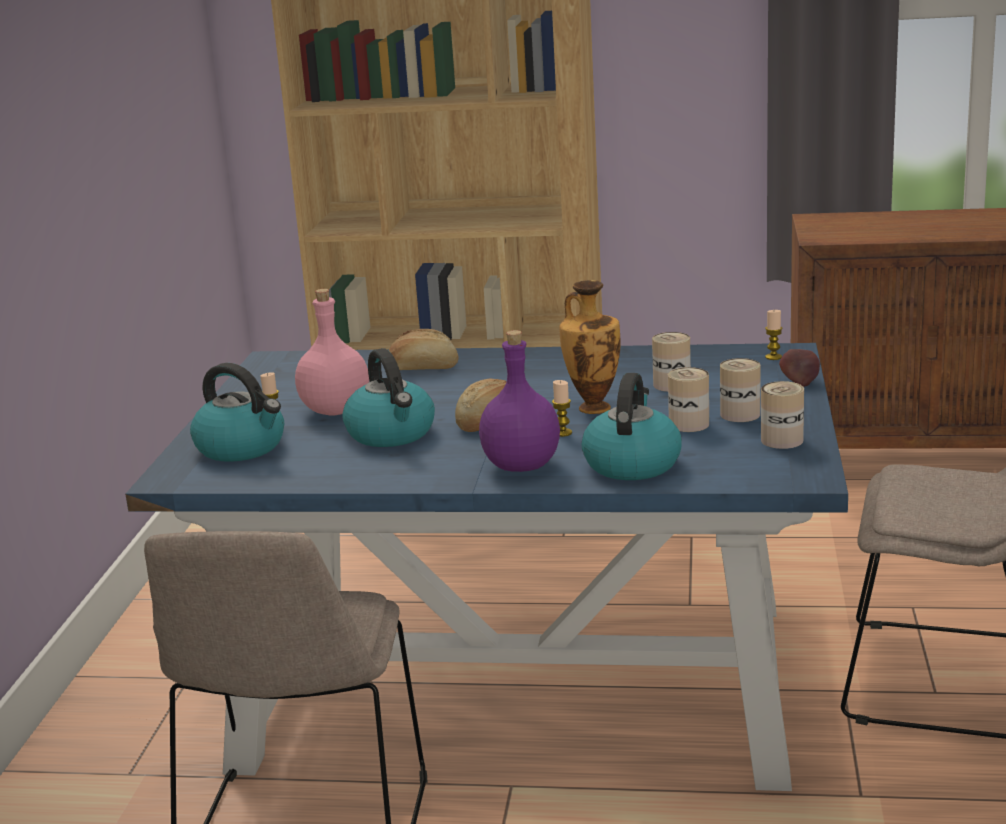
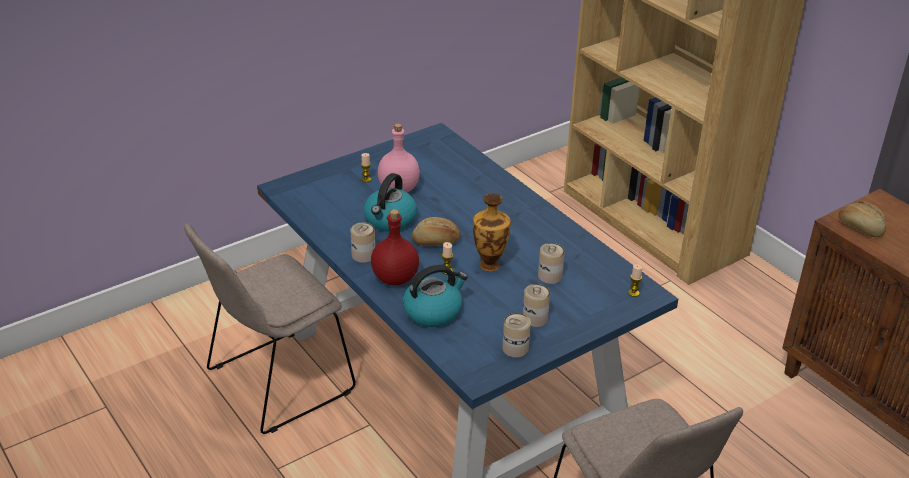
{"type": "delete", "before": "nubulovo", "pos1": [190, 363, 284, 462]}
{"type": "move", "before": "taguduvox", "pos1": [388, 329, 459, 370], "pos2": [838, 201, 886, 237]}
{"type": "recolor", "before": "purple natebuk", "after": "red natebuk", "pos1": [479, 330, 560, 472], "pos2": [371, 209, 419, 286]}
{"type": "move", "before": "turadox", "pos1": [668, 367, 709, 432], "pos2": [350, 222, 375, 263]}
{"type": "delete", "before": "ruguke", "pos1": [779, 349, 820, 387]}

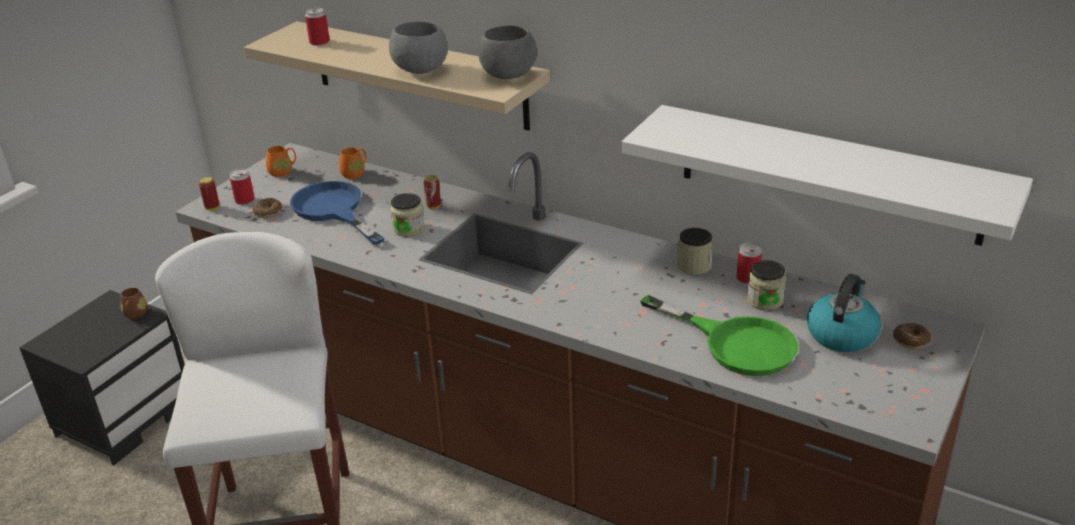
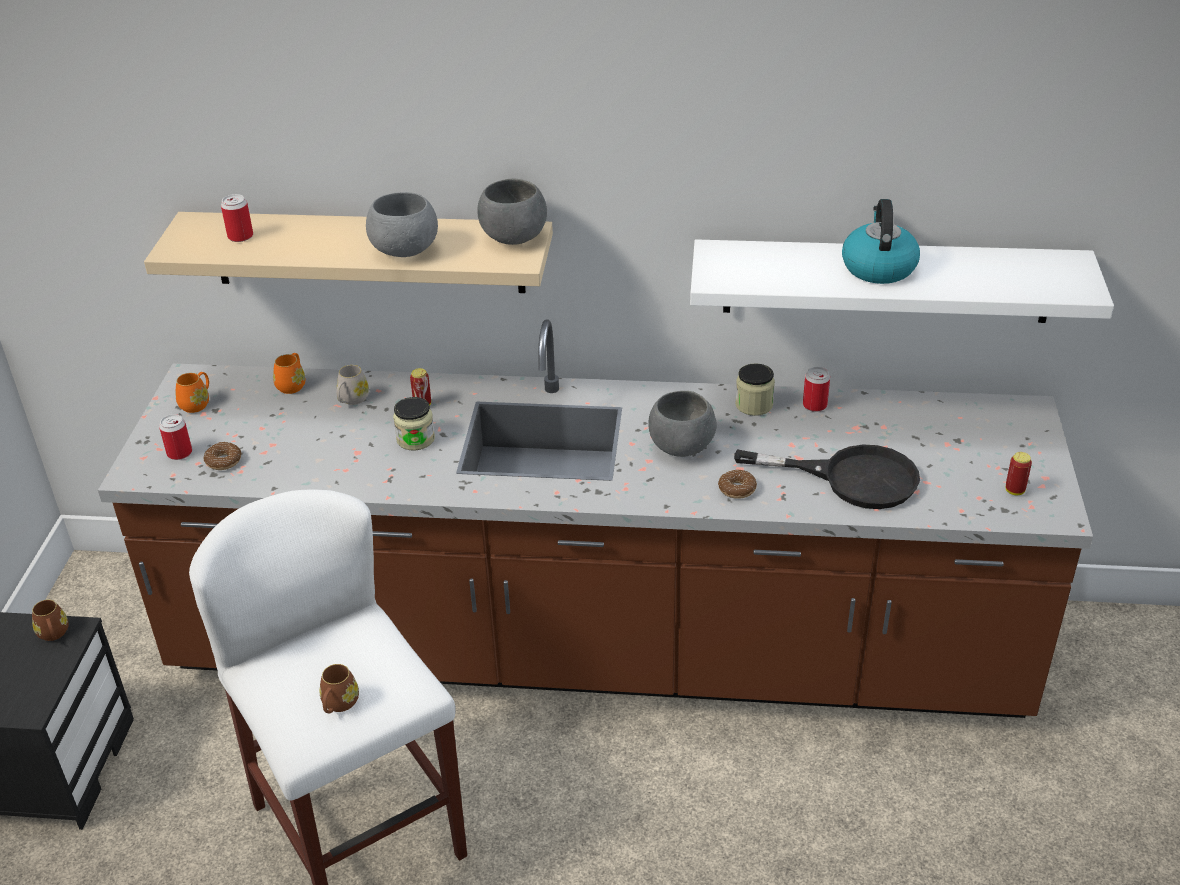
{"type": "move", "before": "turadox", "pos1": [199, 177, 220, 211], "pos2": [1006, 452, 1032, 495]}
{"type": "delete", "before": "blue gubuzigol", "pos1": [290, 181, 384, 245]}
{"type": "recolor", "before": "green gubuzigol", "after": "black gubuzigol", "pos1": [640, 295, 798, 376], "pos2": [734, 445, 920, 509]}
{"type": "delete", "before": "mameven", "pos1": [747, 260, 786, 310]}
{"type": "move", "before": "nubulovo", "pos1": [807, 274, 881, 352], "pos2": [842, 199, 920, 284]}
{"type": "move", "before": "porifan", "pos1": [893, 323, 931, 349], "pos2": [718, 470, 757, 499]}
{"type": "insert", "after": "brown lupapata", "pos2": [320, 664, 359, 713]}
{"type": "insert", "after": "white lupapata", "pos2": [337, 365, 369, 405]}
{"type": "insert", "after": "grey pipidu", "pos2": [648, 391, 717, 457]}

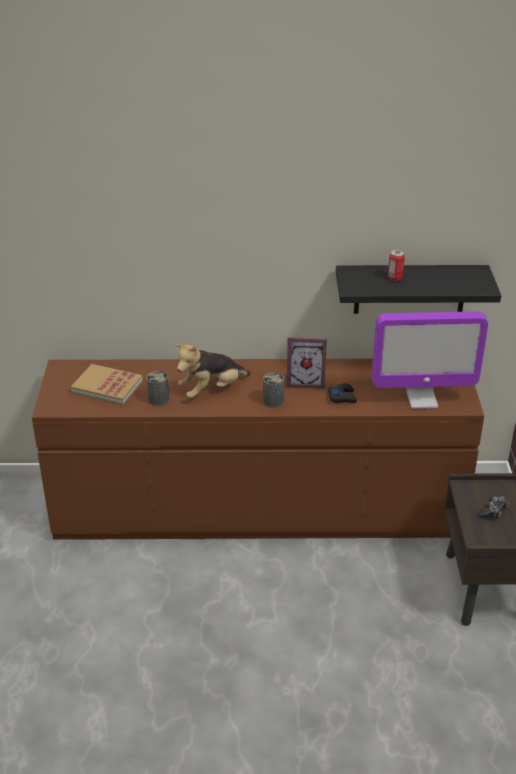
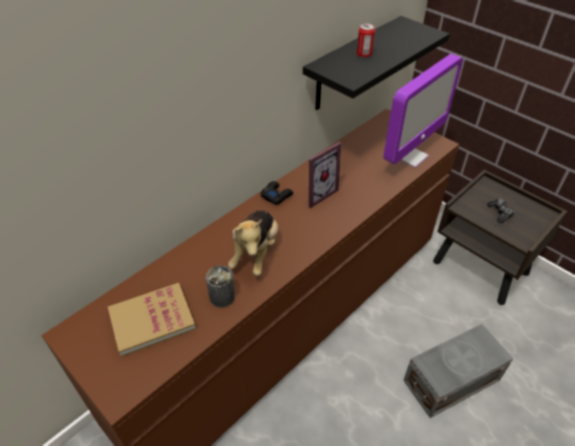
{"type": "delete", "before": "turadox", "pos1": [263, 372, 284, 408]}
{"type": "move", "before": "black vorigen", "pos1": [328, 383, 357, 403], "pos2": [261, 181, 293, 205]}
{"type": "insert", "after": "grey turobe", "pos2": [404, 324, 513, 418]}

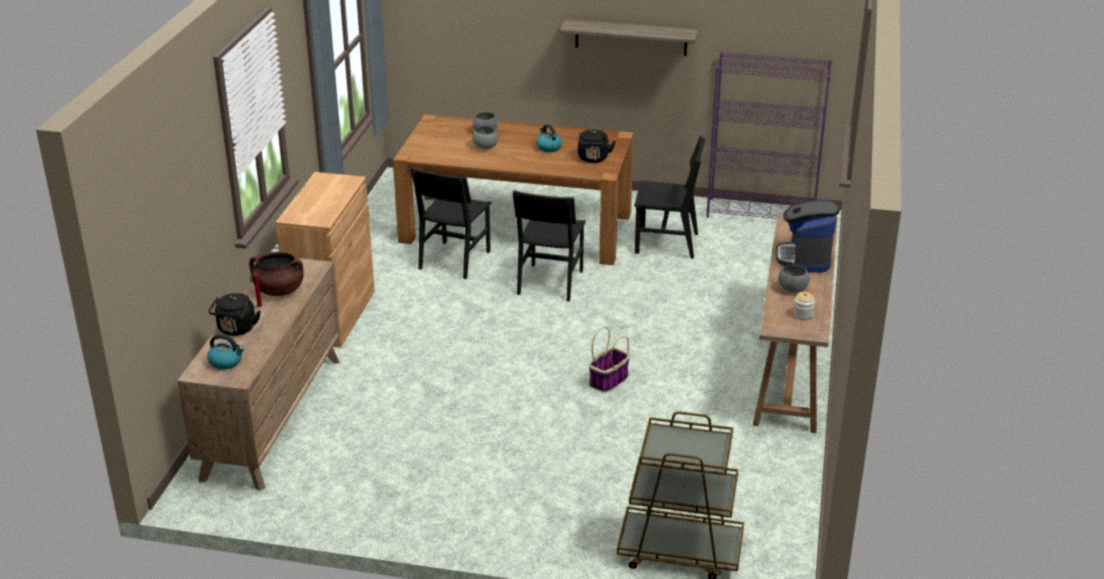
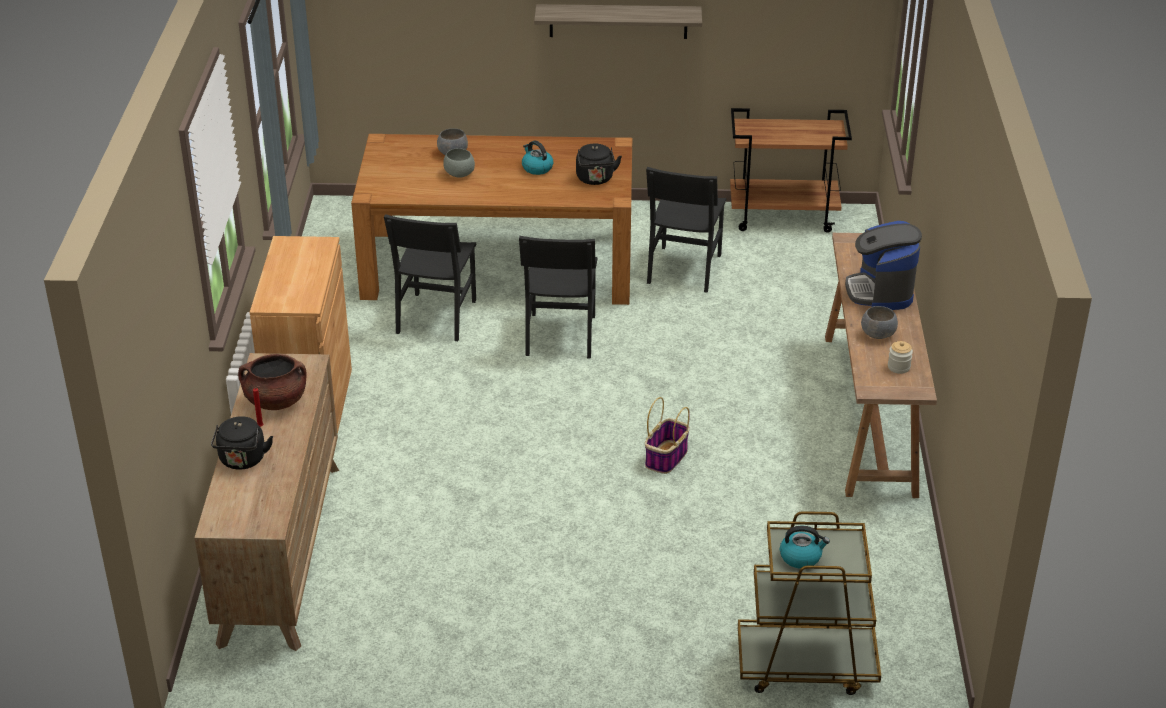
{"type": "move", "before": "nubulovo", "pos1": [207, 334, 244, 370], "pos2": [780, 526, 830, 569]}
{"type": "rotate", "before": "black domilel", "pos1": [634, 135, 705, 259], "pos2": [646, 167, 726, 292], "turn": 105}
{"type": "replace", "before": "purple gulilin", "after": "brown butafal", "pos1": [706, 52, 832, 219], "pos2": [730, 108, 852, 233]}

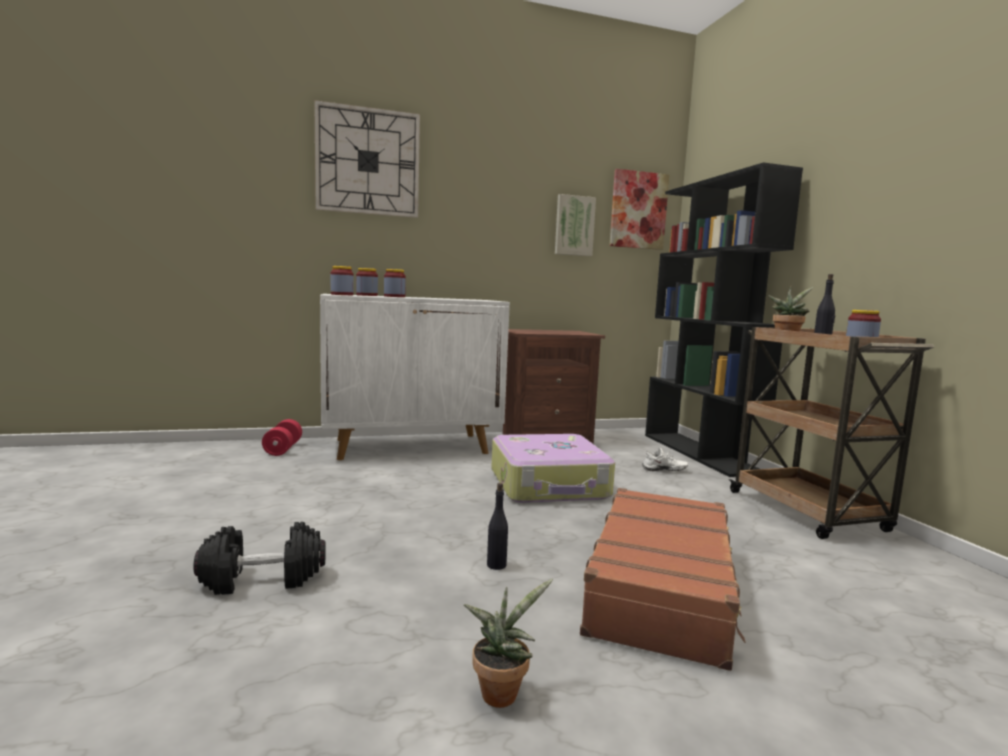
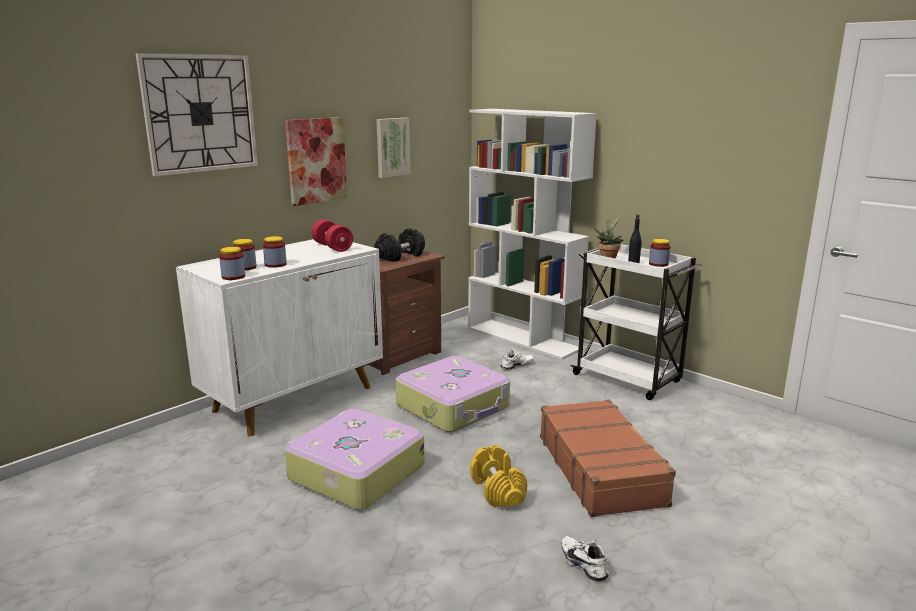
{"type": "move", "before": "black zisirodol", "pos1": [193, 522, 326, 595], "pos2": [374, 228, 425, 262]}
{"type": "move", "before": "red zisirodol", "pos1": [262, 419, 302, 456], "pos2": [311, 219, 353, 252]}
{"type": "replace", "before": "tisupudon", "after": "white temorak", "pos1": [464, 579, 553, 708], "pos2": [561, 536, 609, 581]}
{"type": "replace", "before": "black natebuk", "after": "yellow zisirodol", "pos1": [487, 483, 508, 570], "pos2": [470, 445, 527, 508]}
{"type": "move", "before": "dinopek", "pos1": [610, 169, 669, 250], "pos2": [285, 117, 347, 206]}
{"type": "recolor", "before": "black gulilin", "after": "white gulilin", "pos1": [645, 162, 803, 477], "pos2": [468, 109, 597, 360]}
{"type": "recolor", "before": "brown butafal", "after": "white butafal", "pos1": [729, 327, 934, 539], "pos2": [571, 244, 702, 400]}
{"type": "insert", "after": "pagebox", "pos2": [285, 409, 425, 510]}

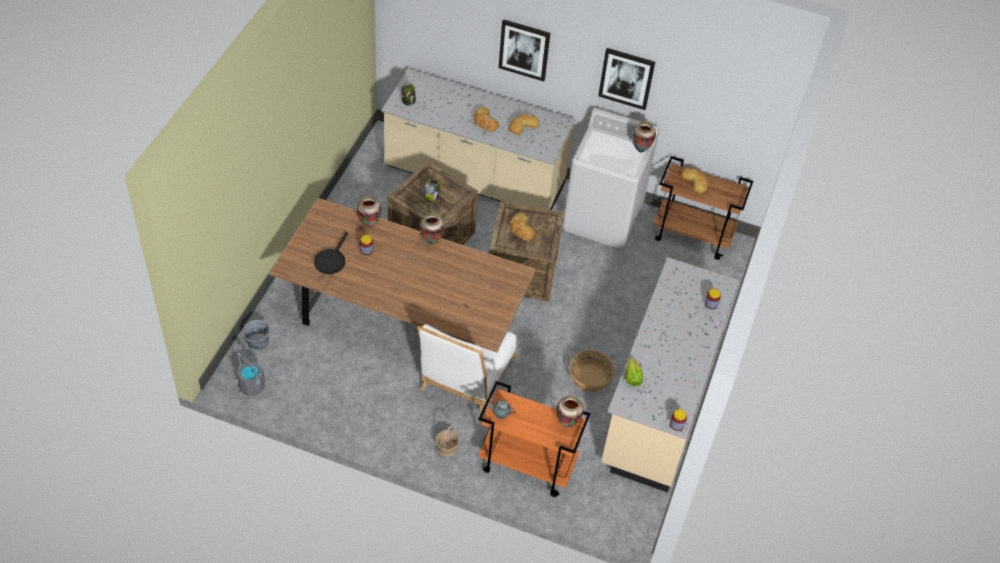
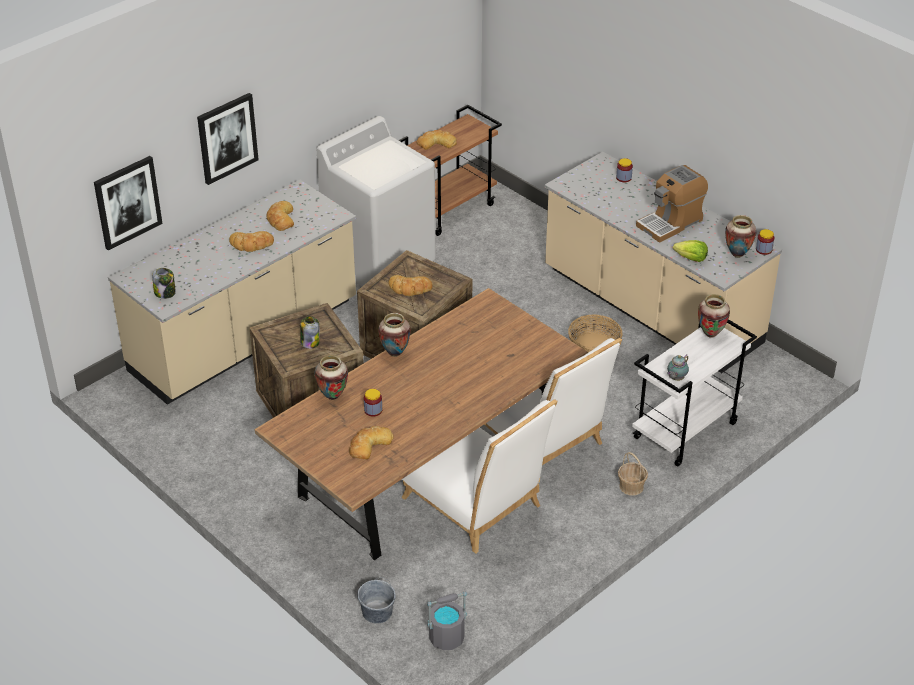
{"type": "replace", "before": "black gubuzigol", "after": "taguduvox", "pos1": [314, 232, 348, 274], "pos2": [349, 426, 394, 460]}
{"type": "recolor", "before": "orange butafal", "after": "white butafal", "pos1": [478, 381, 590, 497], "pos2": [632, 319, 757, 467]}
{"type": "move", "before": "dinopek", "pos1": [598, 48, 655, 110], "pos2": [94, 156, 163, 251]}
{"type": "move", "before": "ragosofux", "pos1": [632, 121, 656, 152], "pos2": [725, 215, 756, 258]}
{"type": "insert", "after": "white domilel", "pos2": [402, 399, 558, 554]}
{"type": "insert", "after": "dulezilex", "pos2": [636, 165, 708, 243]}

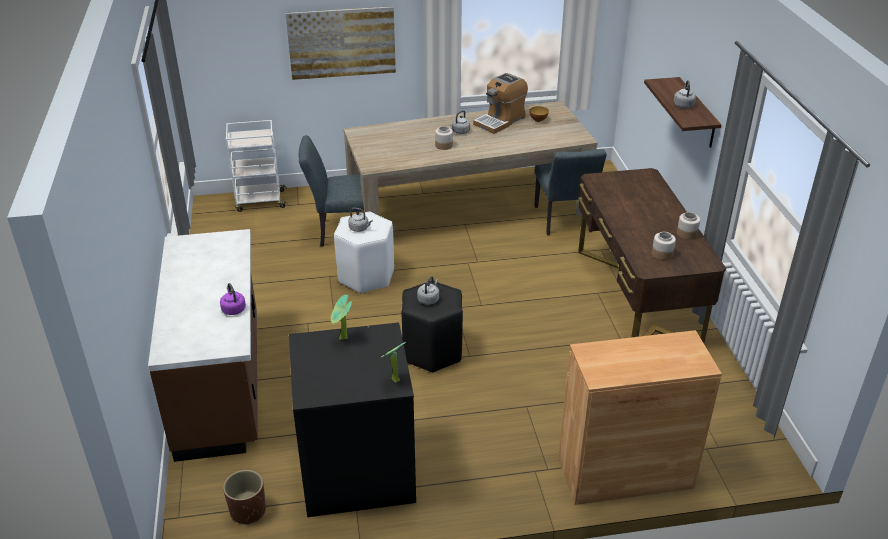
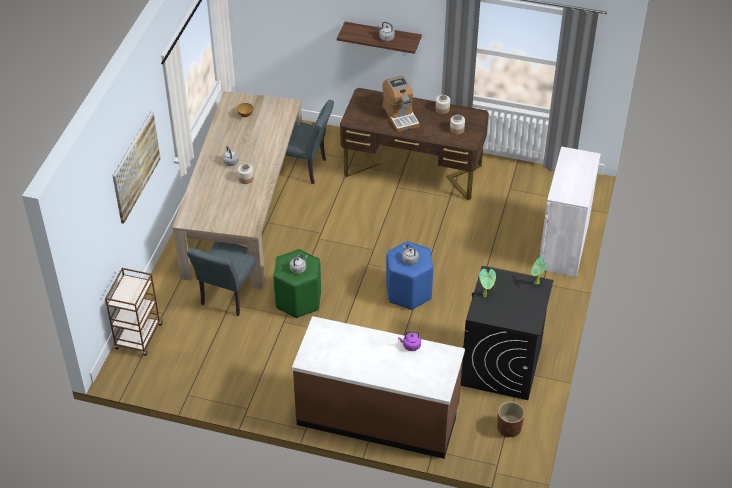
{"type": "recolor", "before": "white butafal", "after": "brown butafal", "pos1": [226, 120, 288, 212], "pos2": [105, 268, 163, 356]}
{"type": "recolor", "before": "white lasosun", "after": "green lasosun", "pos1": [334, 212, 394, 293], "pos2": [273, 249, 321, 318]}
{"type": "recolor", "before": "black lasosun", "after": "blue lasosun", "pos1": [402, 281, 463, 372], "pos2": [386, 241, 434, 310]}
{"type": "move", "before": "dulezilex", "pos1": [473, 73, 528, 134], "pos2": [382, 76, 420, 132]}
{"type": "recolor", "before": "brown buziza", "after": "white buziza", "pos1": [558, 330, 722, 505], "pos2": [539, 146, 601, 277]}

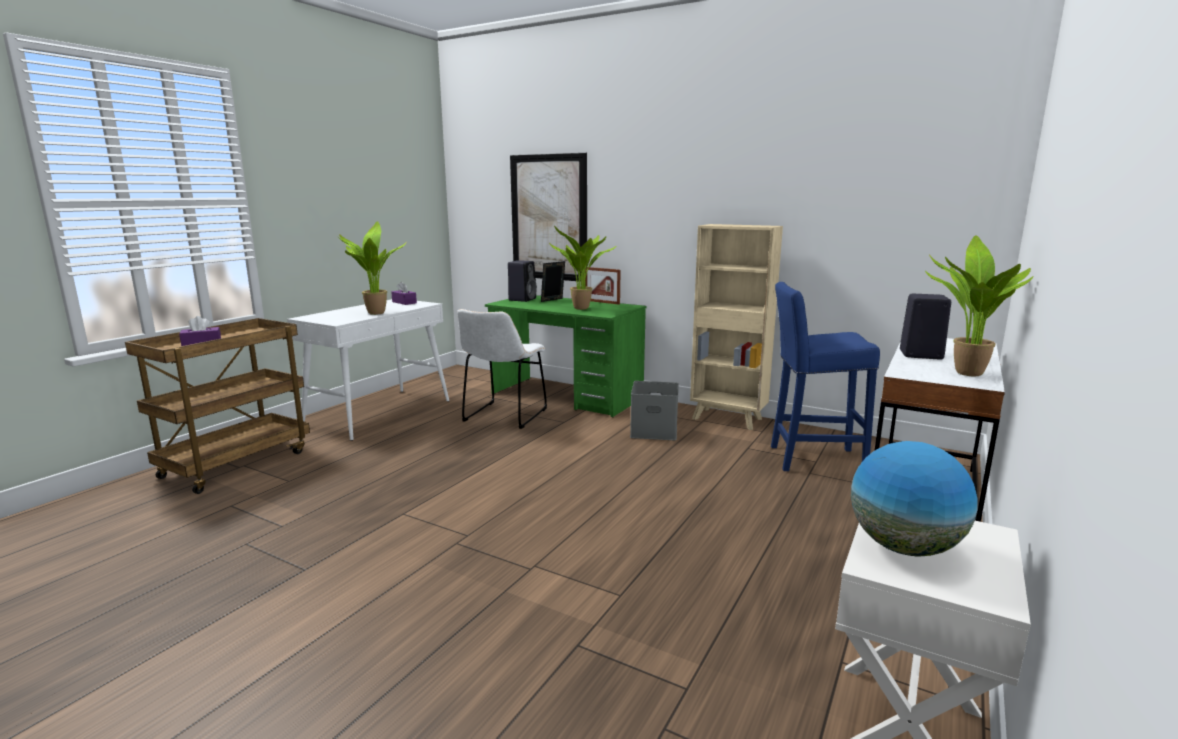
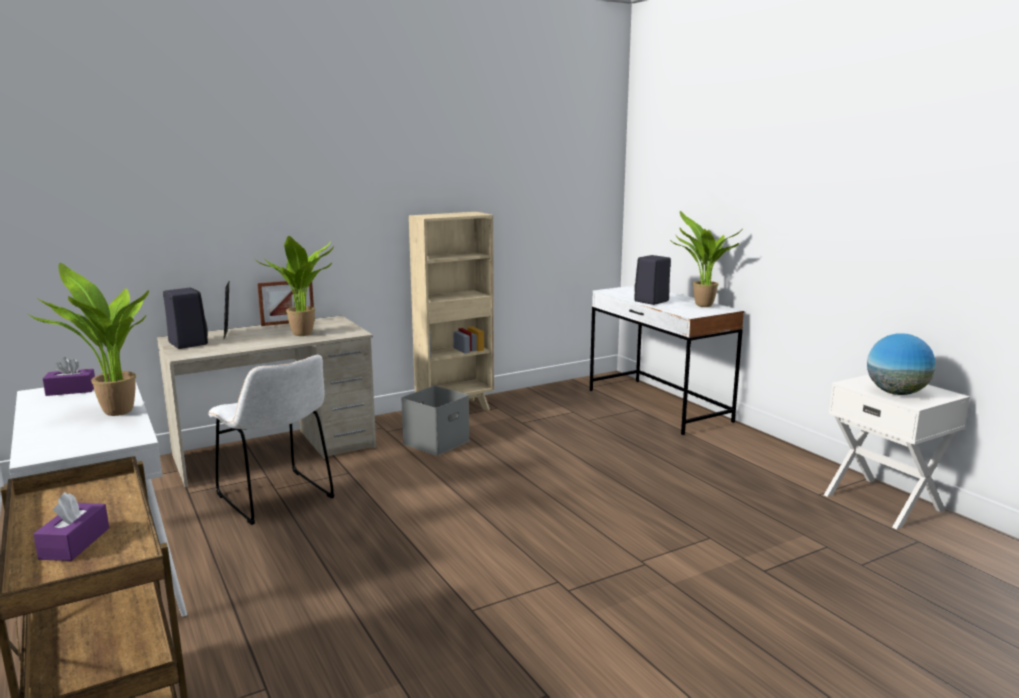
{"type": "recolor", "before": "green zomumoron", "after": "beige zomumoron", "pos1": [485, 295, 646, 417], "pos2": [157, 316, 376, 488]}
{"type": "delete", "before": "dinopek", "pos1": [510, 153, 587, 281]}
{"type": "delete", "before": "blue lasosun", "pos1": [771, 282, 880, 471]}

